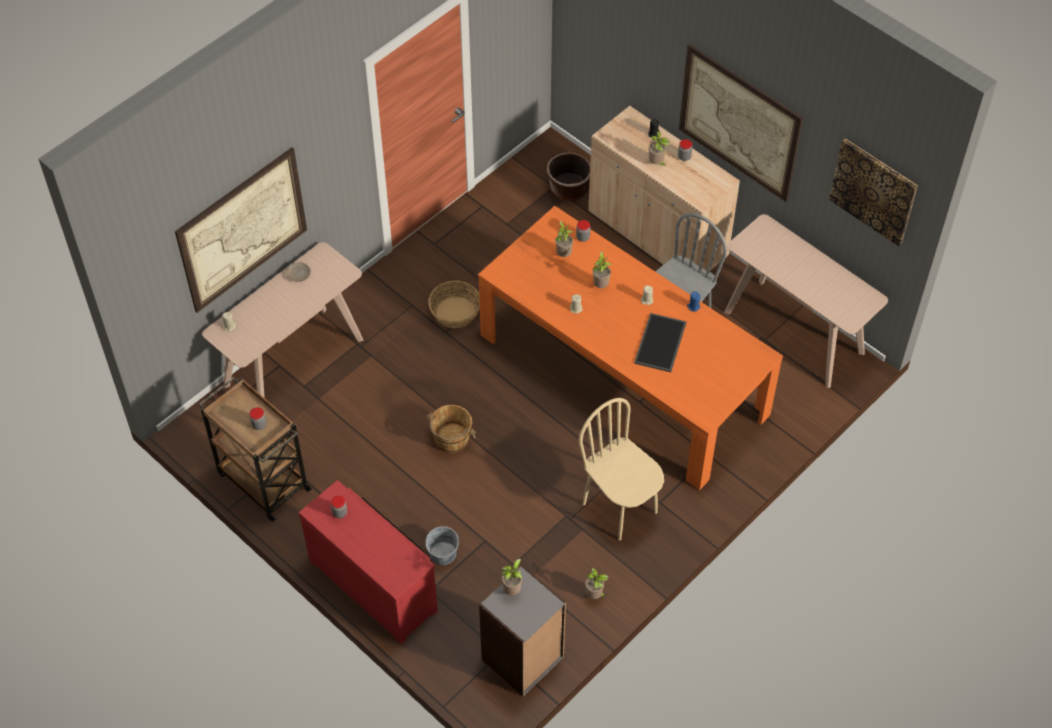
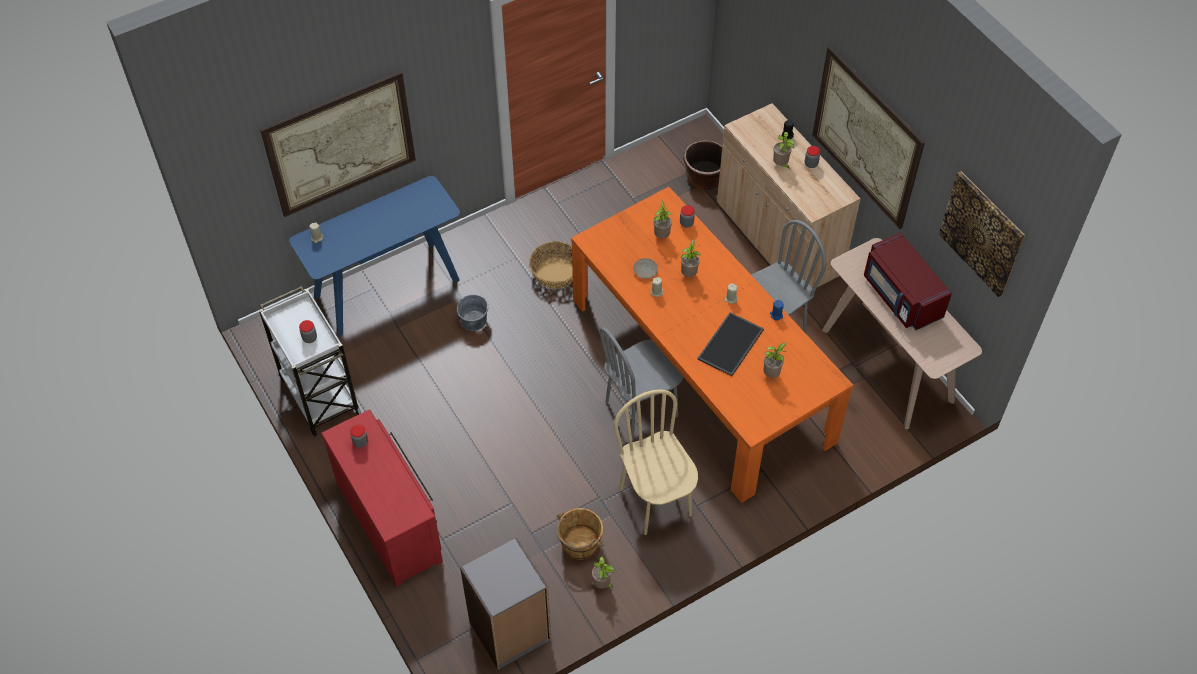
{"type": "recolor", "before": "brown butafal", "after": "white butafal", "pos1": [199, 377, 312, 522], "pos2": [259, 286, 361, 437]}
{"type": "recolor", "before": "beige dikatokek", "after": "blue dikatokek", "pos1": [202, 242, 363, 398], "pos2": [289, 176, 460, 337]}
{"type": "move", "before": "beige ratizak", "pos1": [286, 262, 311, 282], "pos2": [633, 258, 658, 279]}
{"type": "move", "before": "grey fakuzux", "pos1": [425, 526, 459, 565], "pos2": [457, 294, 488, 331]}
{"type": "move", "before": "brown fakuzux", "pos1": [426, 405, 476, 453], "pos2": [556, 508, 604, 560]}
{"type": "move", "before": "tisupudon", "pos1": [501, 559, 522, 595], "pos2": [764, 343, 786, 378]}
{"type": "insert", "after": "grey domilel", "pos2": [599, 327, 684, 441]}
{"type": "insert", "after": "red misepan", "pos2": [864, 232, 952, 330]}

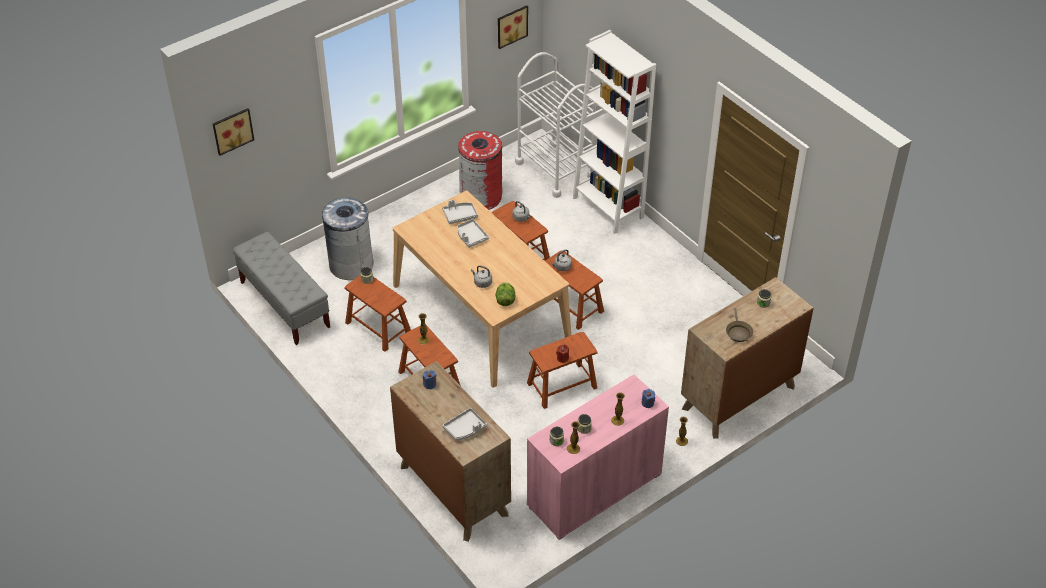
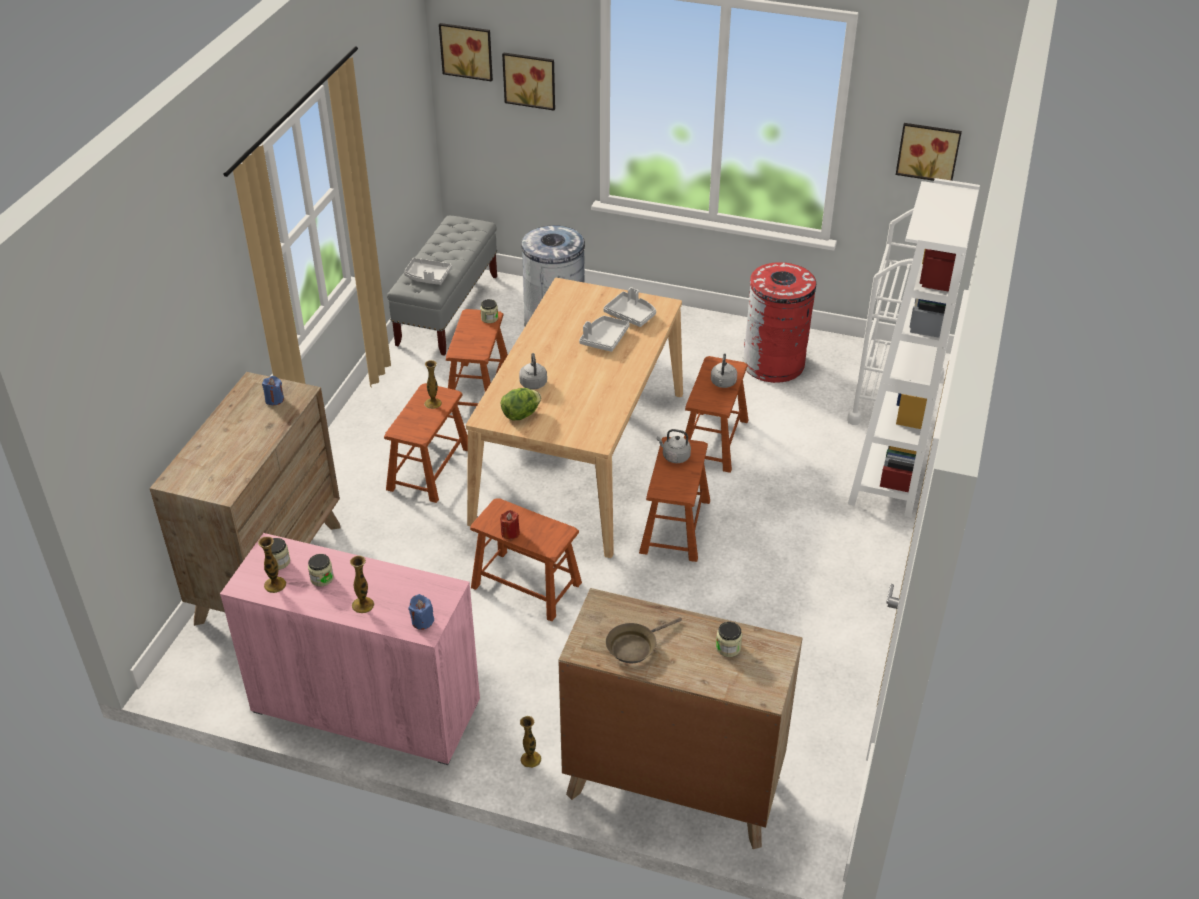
{"type": "move", "before": "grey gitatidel", "pos1": [442, 408, 487, 441], "pos2": [404, 258, 452, 285]}
{"type": "insert", "after": "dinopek", "pos2": [502, 52, 555, 111]}

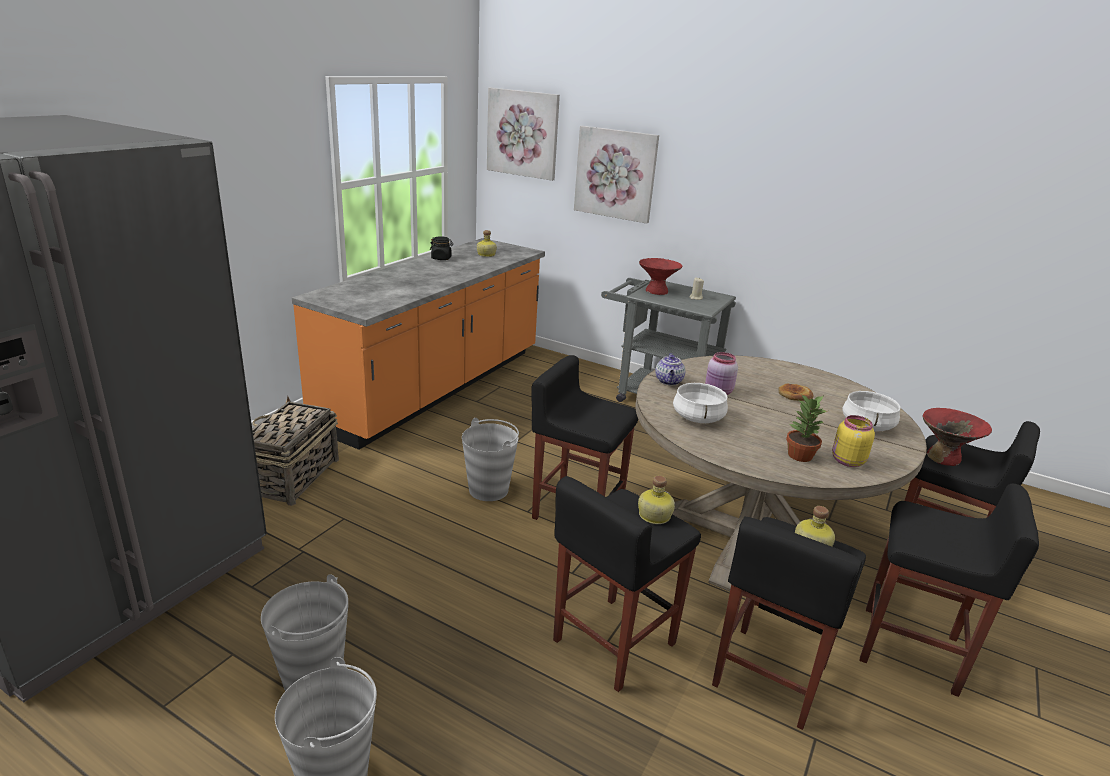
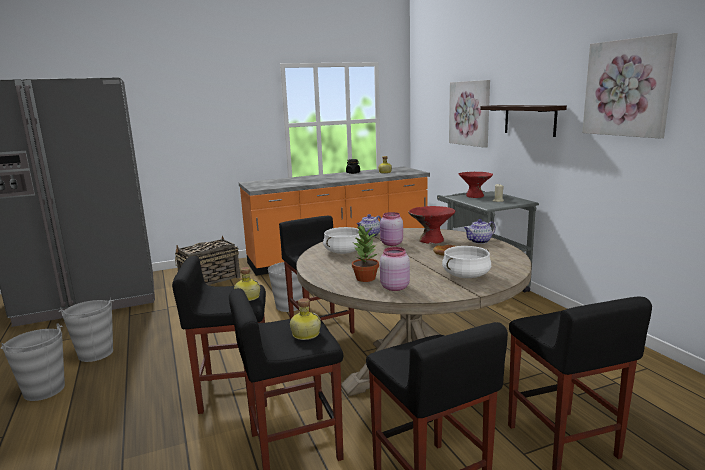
{"type": "move", "before": "dinopek", "pos1": [487, 88, 560, 181], "pos2": [582, 33, 678, 138]}
{"type": "recolor", "before": "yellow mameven", "after": "pink mameven", "pos1": [832, 415, 875, 467], "pos2": [380, 247, 410, 291]}
{"type": "move", "before": "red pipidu", "pos1": [922, 408, 992, 466], "pos2": [408, 206, 455, 244]}
{"type": "insert", "after": "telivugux", "pos2": [464, 219, 496, 244]}
{"type": "insert", "after": "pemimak", "pos2": [480, 105, 567, 137]}

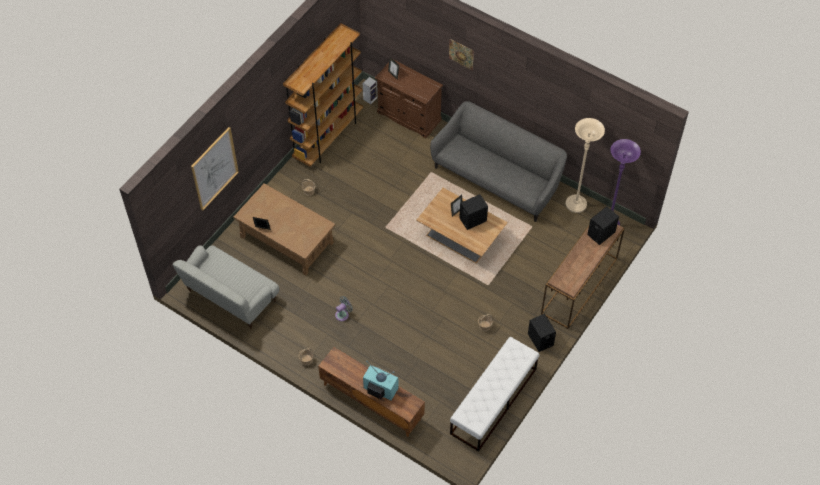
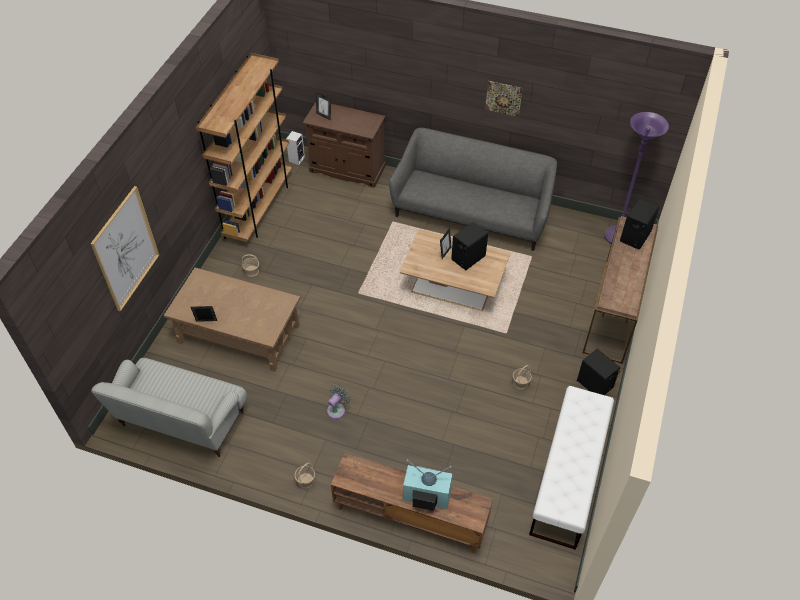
{"type": "move", "before": "dinopek", "pos1": [449, 39, 474, 70], "pos2": [485, 81, 523, 117]}
{"type": "delete", "before": "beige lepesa", "pos1": [566, 118, 605, 213]}

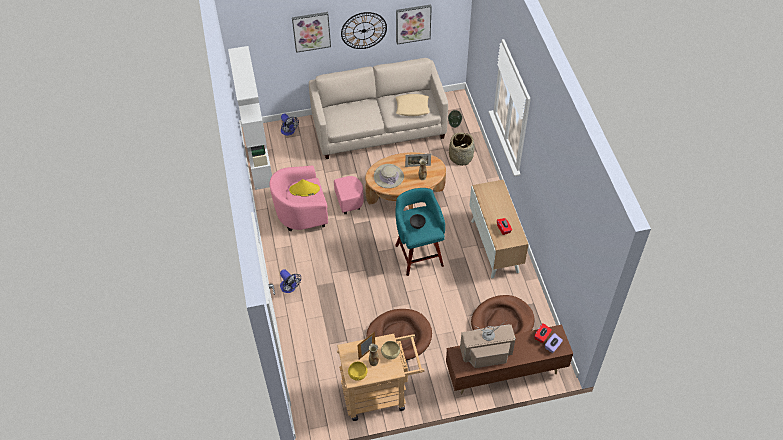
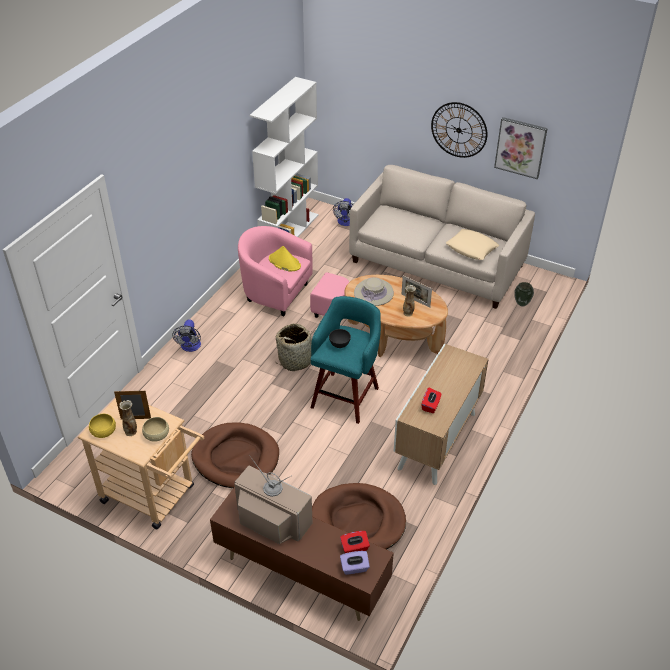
{"type": "delete", "before": "dinopek", "pos1": [292, 12, 331, 53]}
{"type": "move", "before": "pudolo", "pos1": [449, 133, 474, 166], "pos2": [276, 323, 312, 371]}

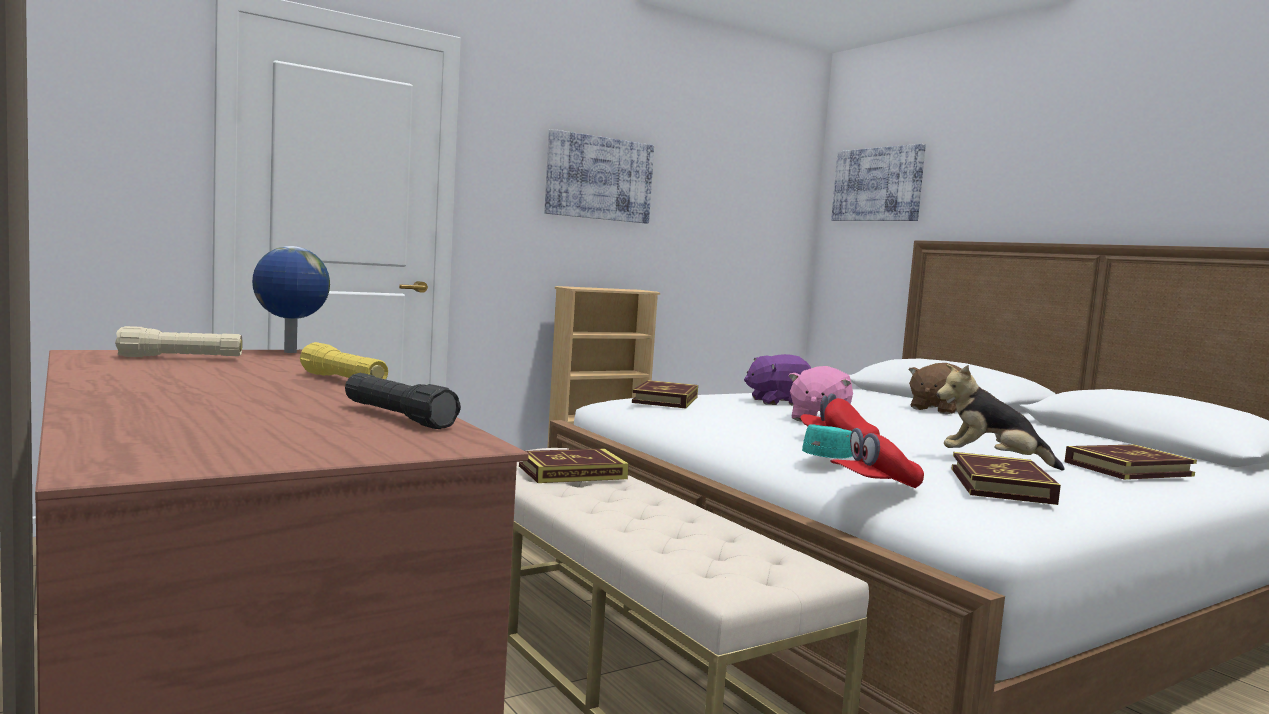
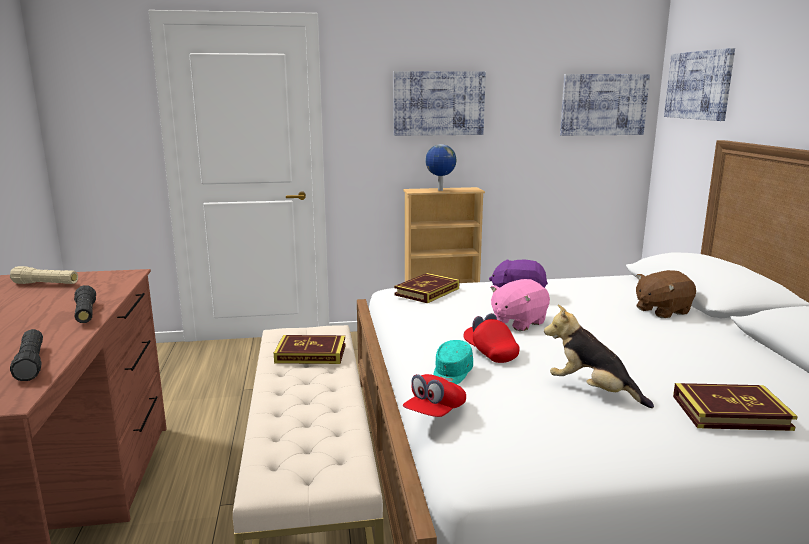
{"type": "move", "before": "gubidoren", "pos1": [252, 246, 330, 353], "pos2": [425, 144, 456, 191]}
{"type": "recolor", "before": "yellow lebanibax", "after": "black lebanibax", "pos1": [300, 342, 388, 379], "pos2": [74, 285, 96, 323]}
{"type": "rotate", "before": "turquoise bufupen", "pos1": [802, 424, 852, 458], "pos2": [433, 340, 473, 384], "turn": 135}
{"type": "rotate", "before": "red bufupen", "pos1": [830, 428, 924, 488], "pos2": [403, 374, 466, 417], "turn": -60}
{"type": "delete", "before": "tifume", "pos1": [952, 452, 1061, 505]}
{"type": "insert", "after": "dinopek", "pos2": [560, 74, 650, 136]}

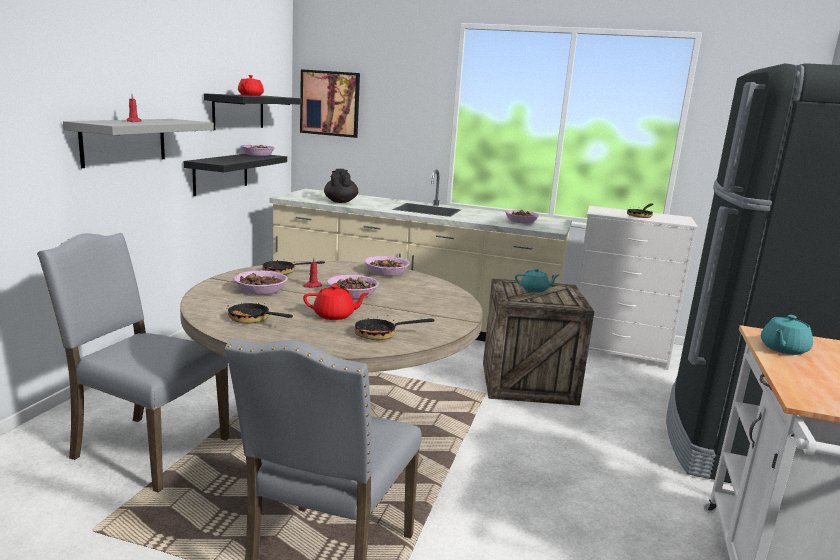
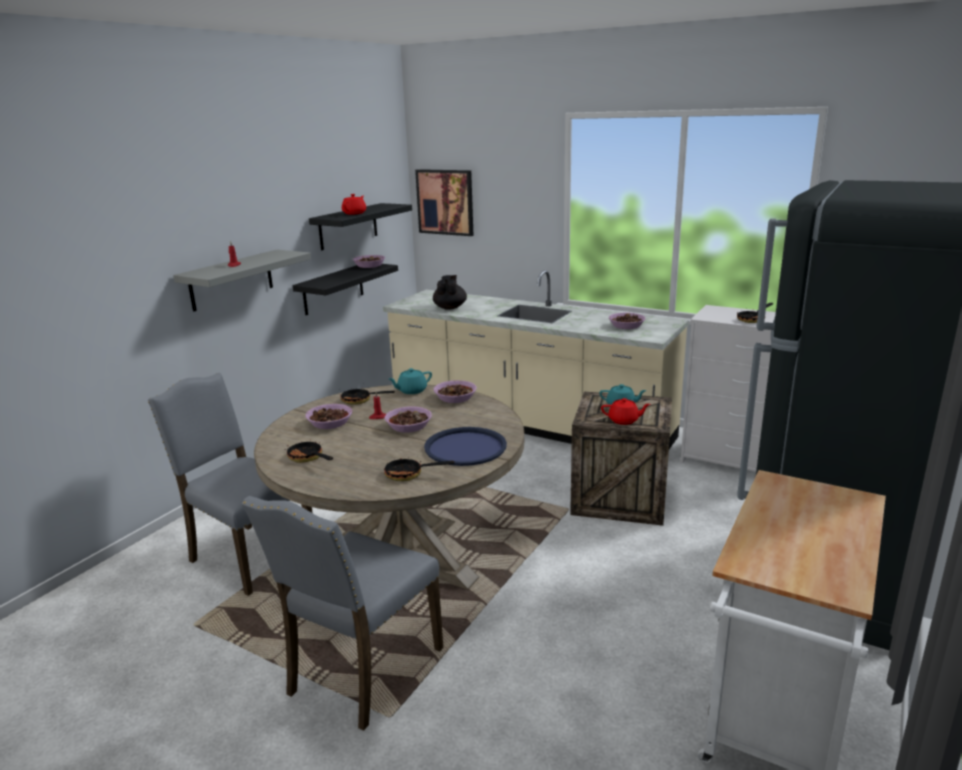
{"type": "move", "before": "red telivugux", "pos1": [303, 285, 369, 320], "pos2": [601, 398, 650, 425]}
{"type": "move", "before": "turquoise telivugux", "pos1": [761, 315, 813, 355], "pos2": [388, 368, 432, 394]}
{"type": "insert", "after": "blue gitatidel", "pos2": [424, 427, 507, 466]}

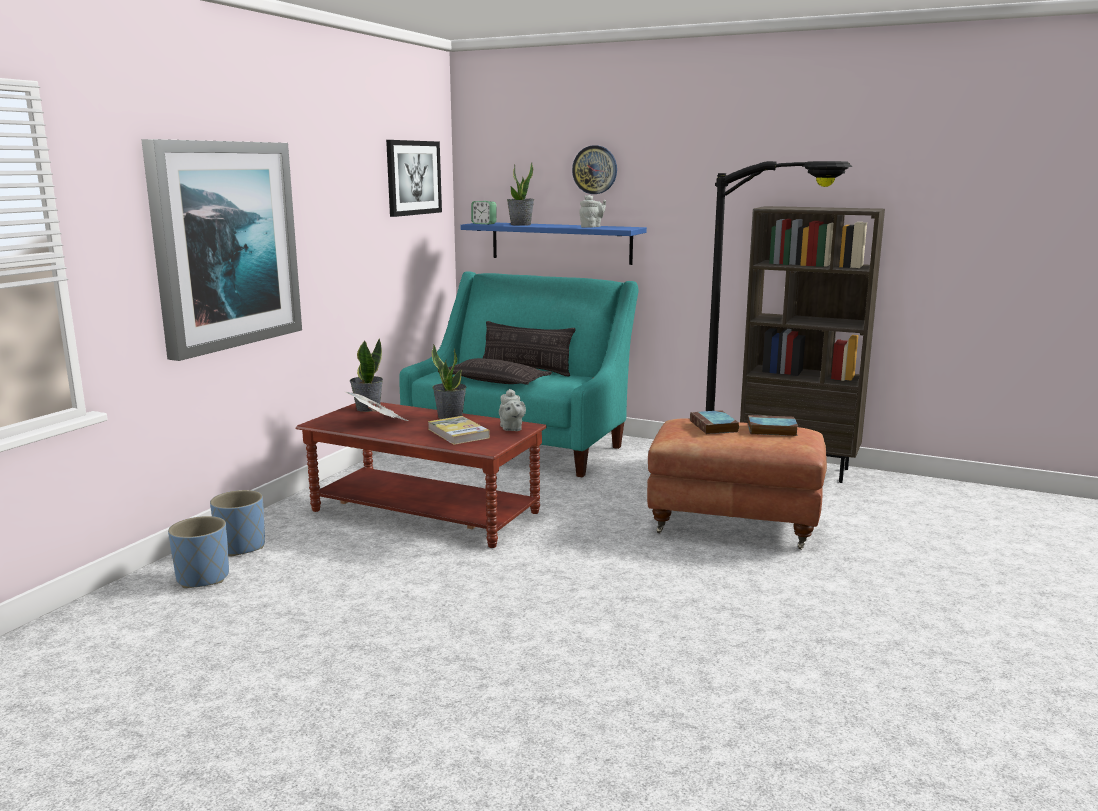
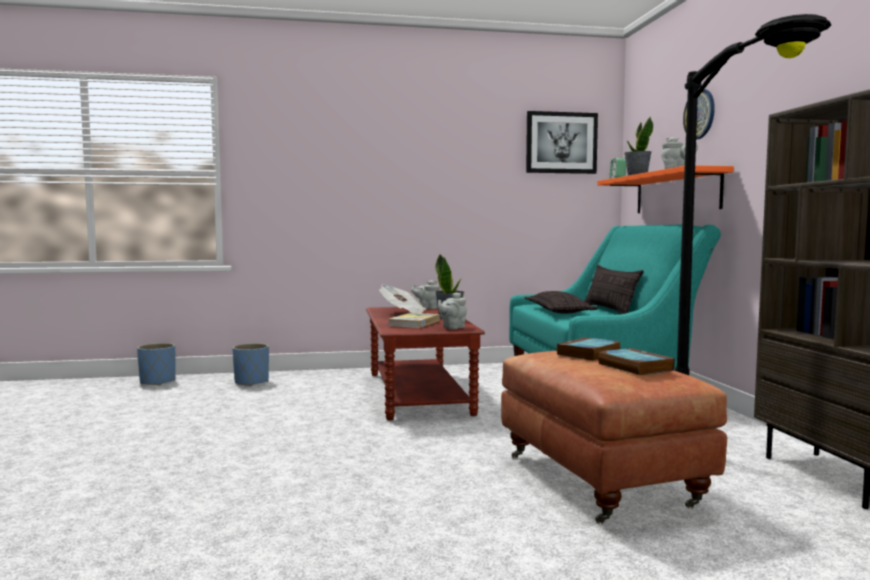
{"type": "delete", "before": "dinopek", "pos1": [141, 139, 302, 361]}
{"type": "move", "before": "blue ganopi", "pos1": [210, 490, 265, 557], "pos2": [137, 343, 175, 385]}
{"type": "replace", "before": "tisupudon", "after": "grey telivugux", "pos1": [350, 339, 383, 412], "pos2": [411, 280, 440, 309]}
{"type": "recolor", "before": "blue pemimak", "after": "orange pemimak", "pos1": [460, 223, 647, 265], "pos2": [597, 165, 734, 213]}

